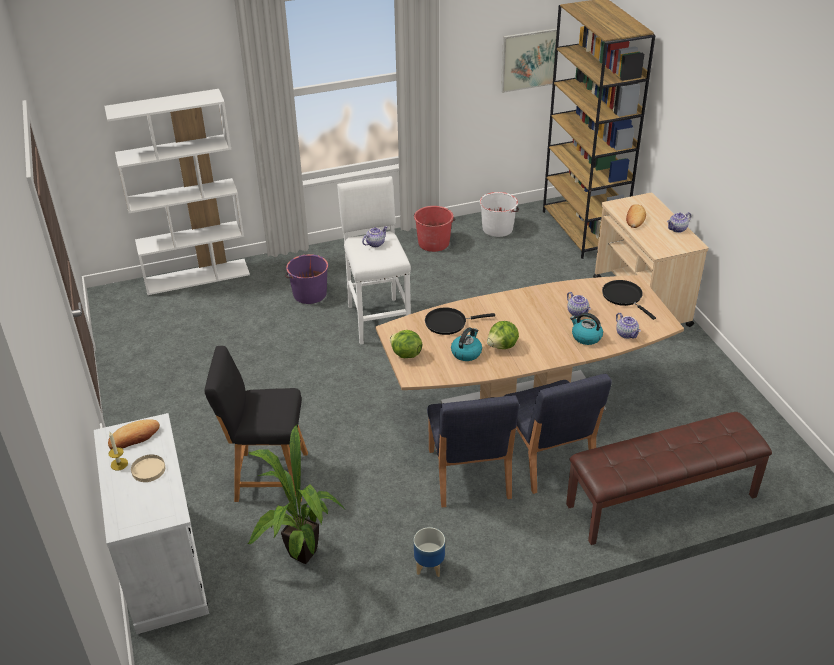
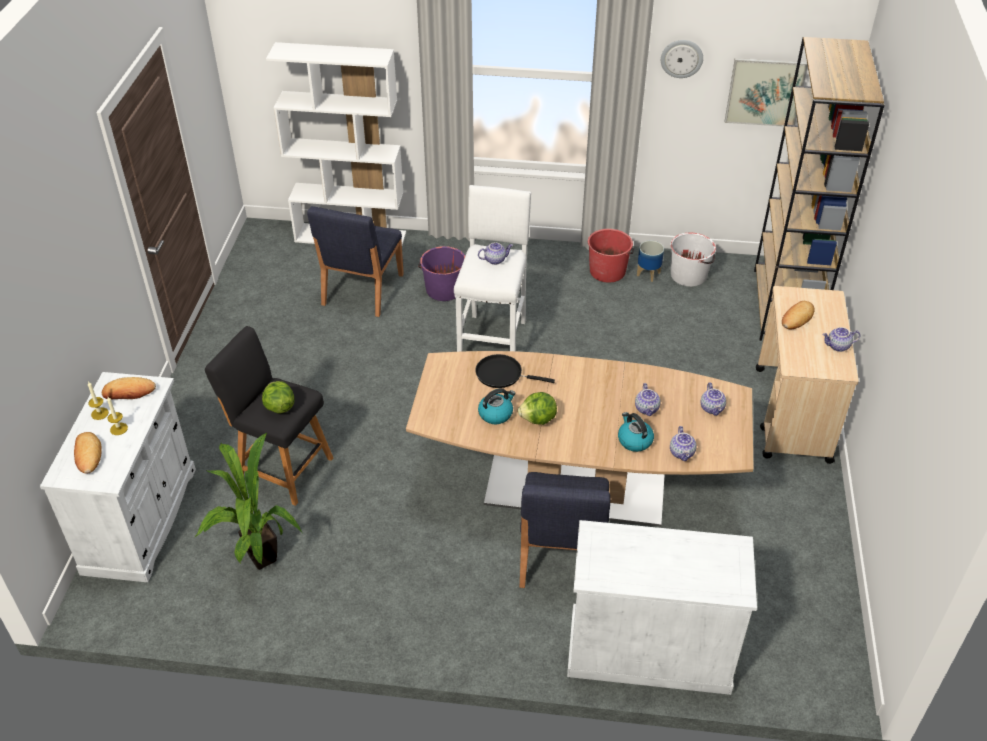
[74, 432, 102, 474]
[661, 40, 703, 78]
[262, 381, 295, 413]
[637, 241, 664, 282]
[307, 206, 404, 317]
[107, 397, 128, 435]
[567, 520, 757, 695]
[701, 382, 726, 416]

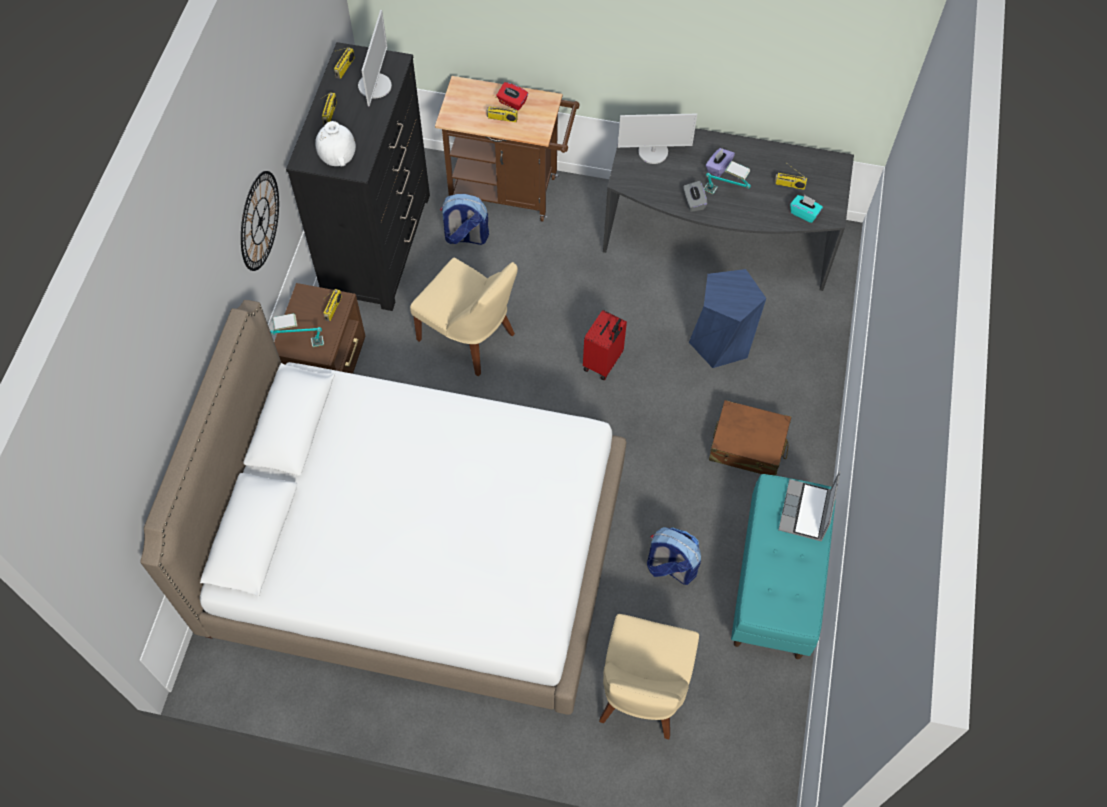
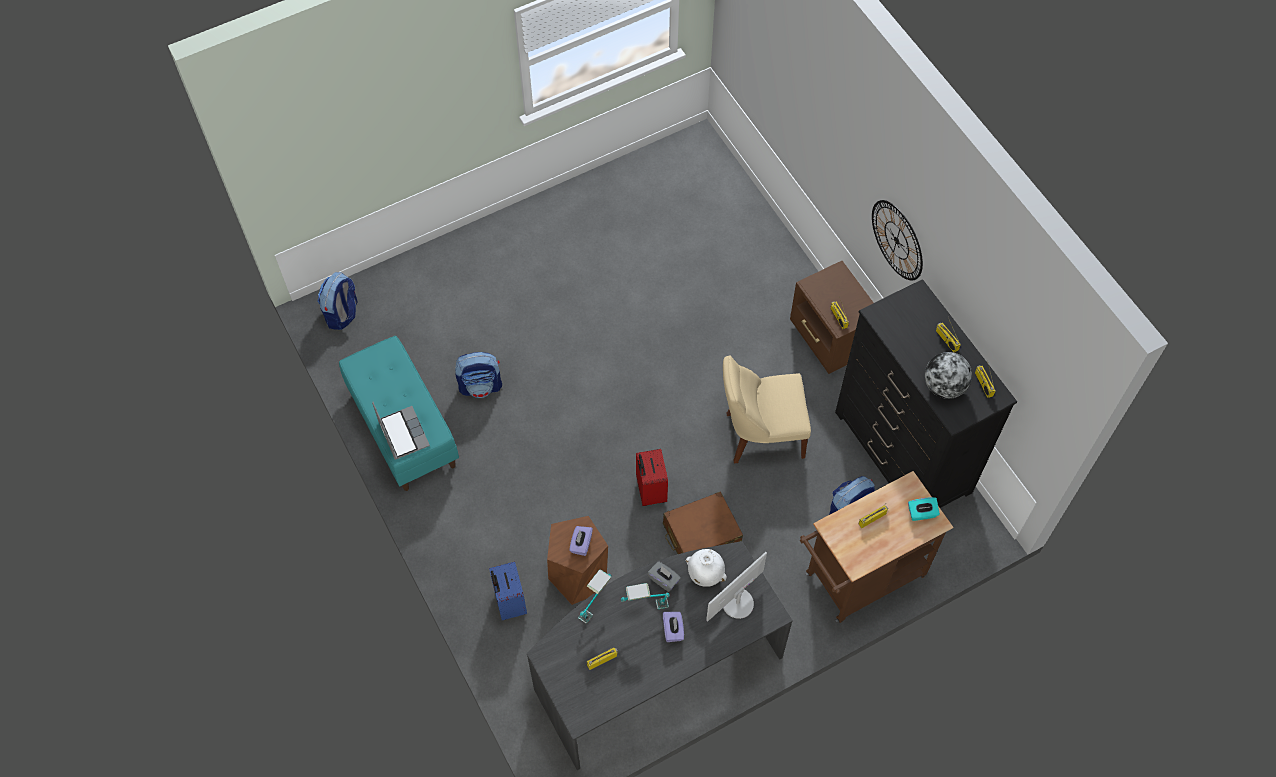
[140, 300, 626, 715] (first image)
[496, 82, 528, 111] (first image)
[599, 614, 699, 739] (first image)
[318, 272, 358, 330]
[489, 561, 527, 620]
[569, 526, 593, 556]
[578, 569, 612, 623]
[686, 549, 727, 587]
[663, 491, 743, 554]
[908, 497, 940, 521]
[925, 352, 972, 399]
[547, 516, 608, 605]

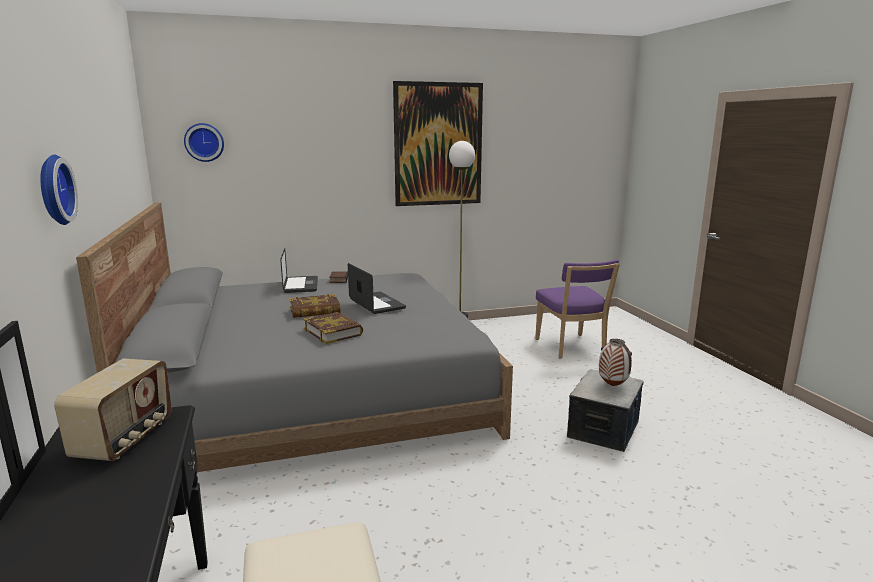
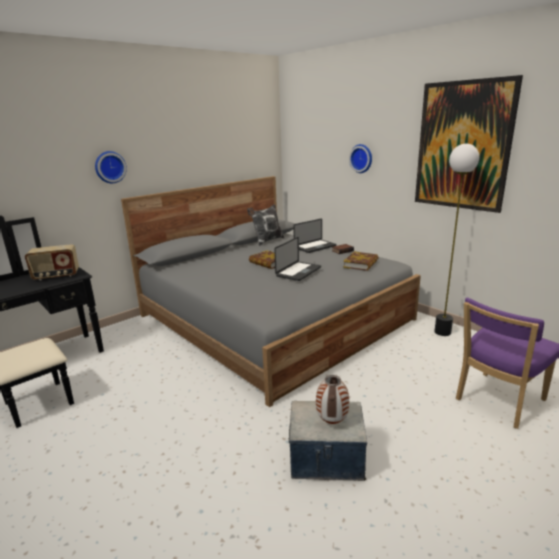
[247, 204, 284, 246]
[349, 144, 372, 173]
[343, 252, 379, 271]

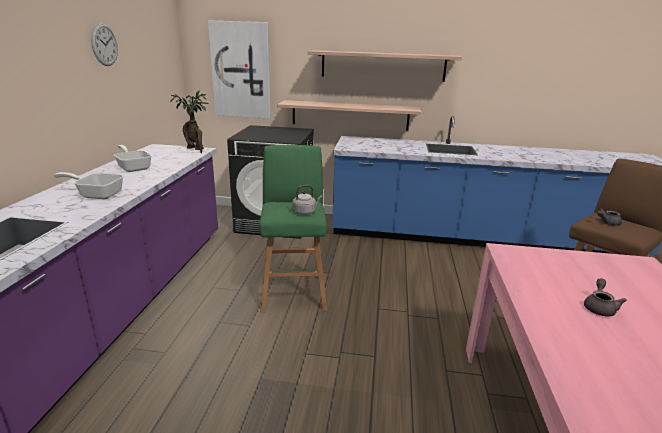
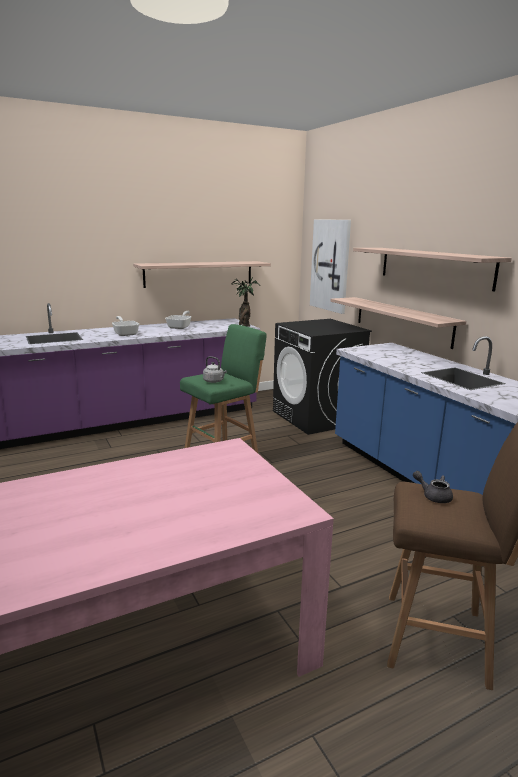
[91, 23, 118, 66] (first image)
[584, 278, 627, 317] (first image)
[133, 261, 271, 288]

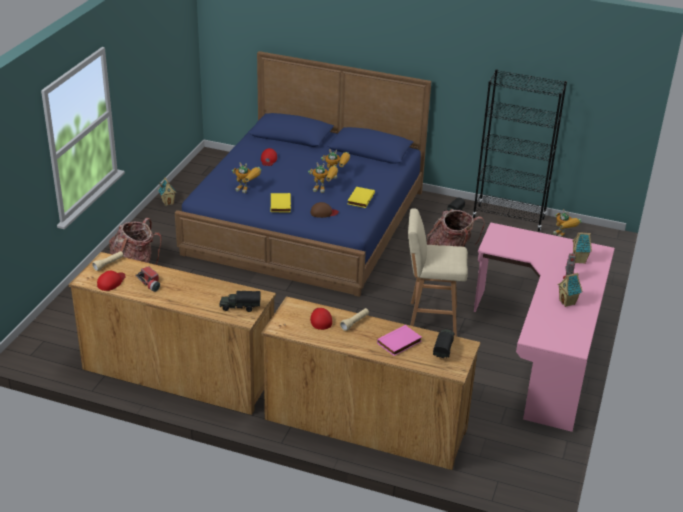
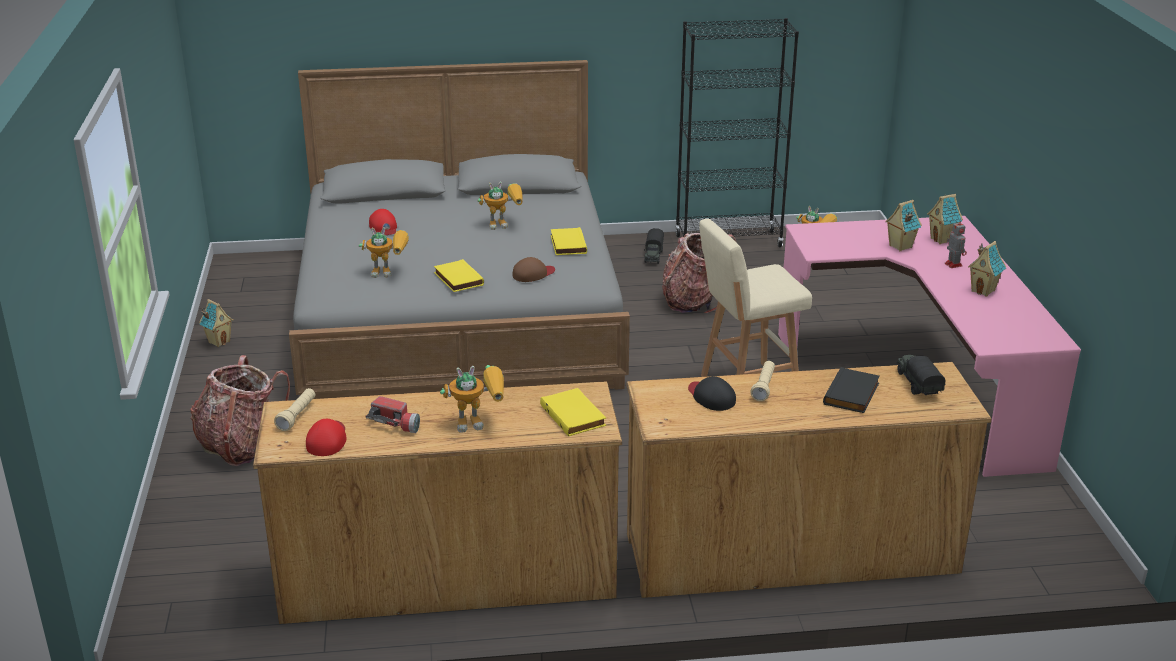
[885, 200, 922, 251]
[440, 365, 504, 432]
[540, 388, 606, 436]
[289, 60, 630, 399]
[688, 376, 736, 411]
[823, 367, 880, 413]

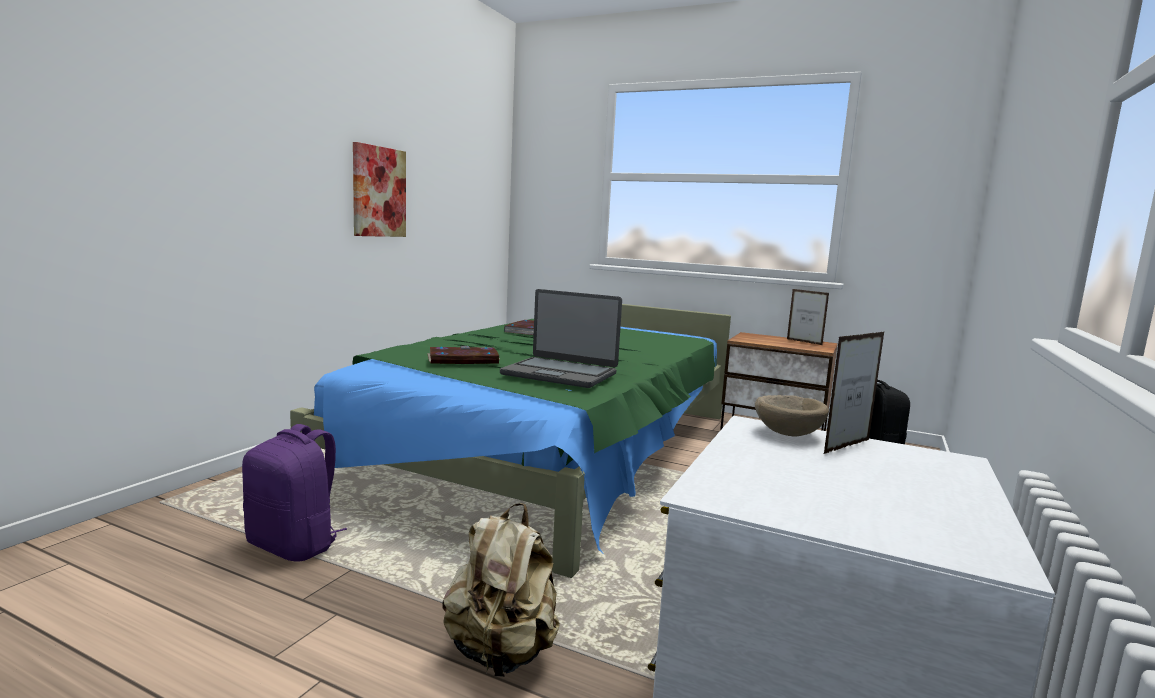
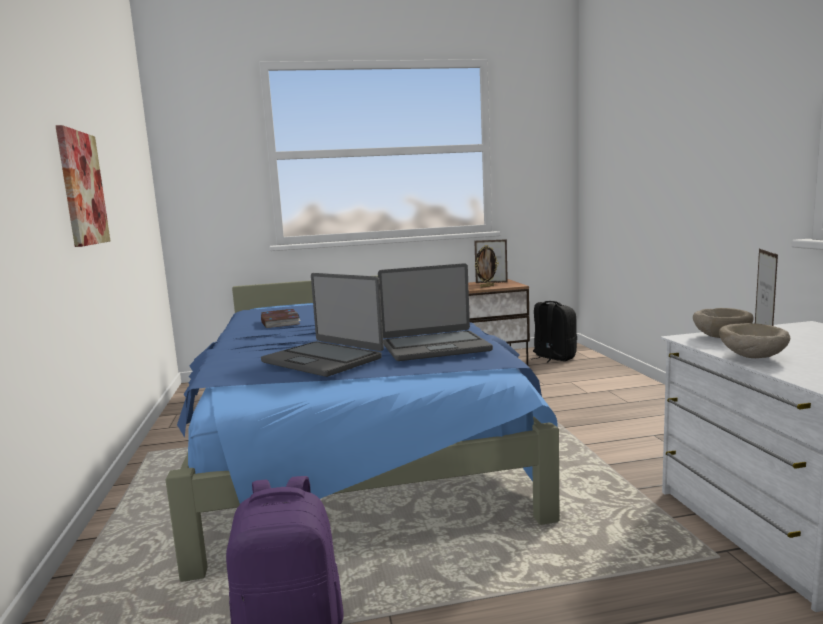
[442, 503, 560, 677] (first image)
[475, 245, 499, 288]
[719, 323, 790, 358]
[261, 273, 384, 377]
[165, 275, 560, 582]

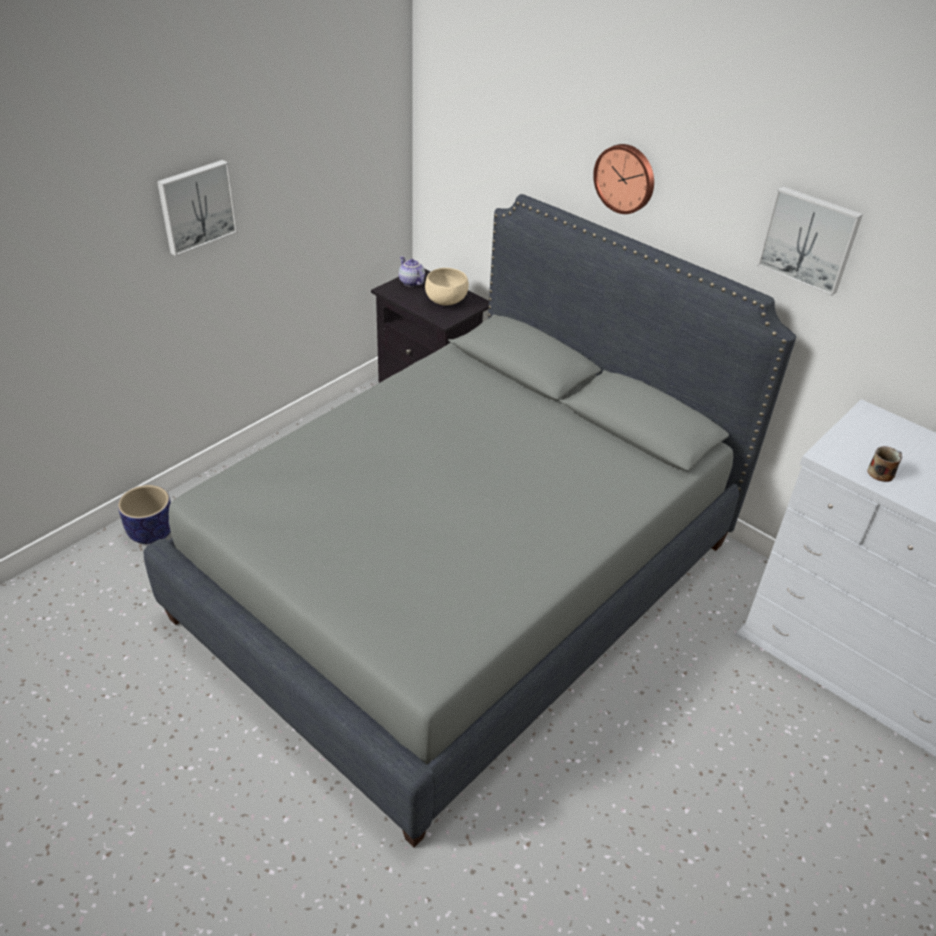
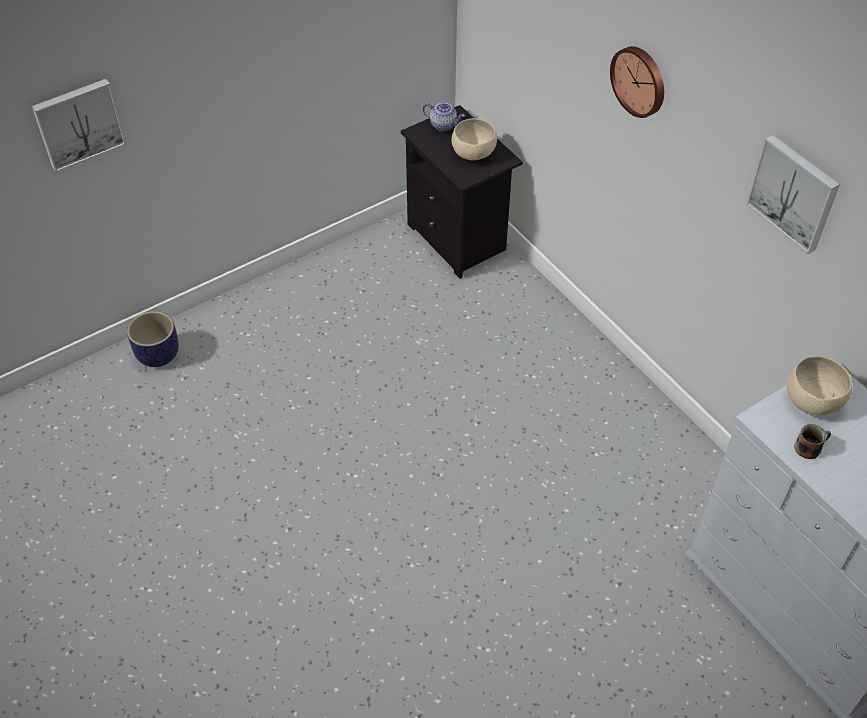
[143, 194, 796, 847] (first image)
[787, 356, 852, 415]
[32, 79, 126, 172]
[423, 103, 465, 131]

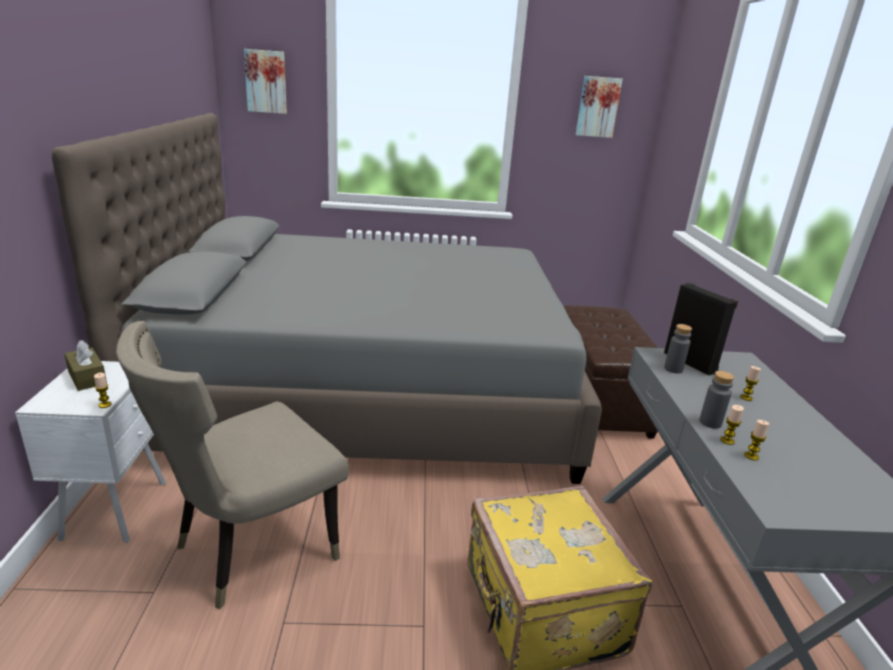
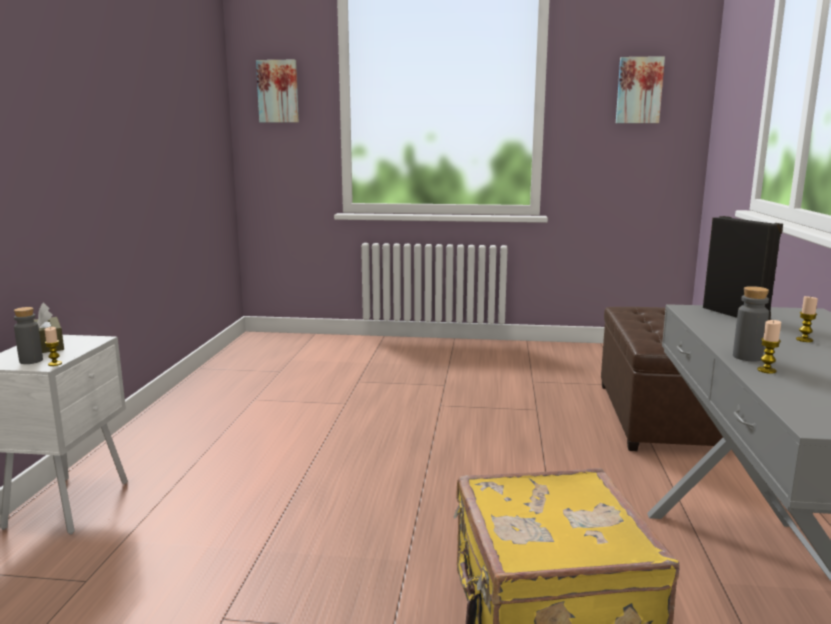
[52, 113, 602, 484] (first image)
[116, 321, 349, 610] (first image)
[744, 420, 769, 460] (first image)
[14, 307, 43, 364]

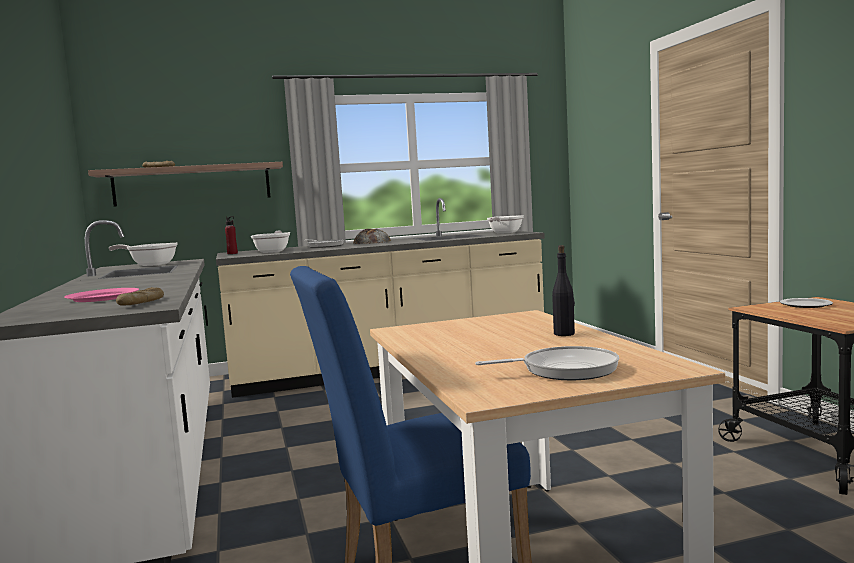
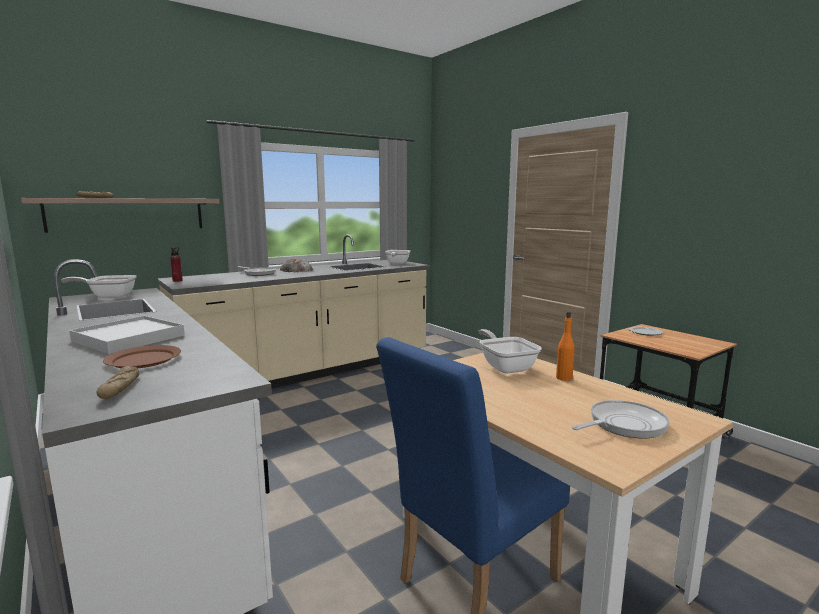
[69, 316, 185, 354]
[97, 366, 140, 399]
[479, 329, 542, 374]
[103, 345, 181, 368]
[556, 312, 575, 381]

